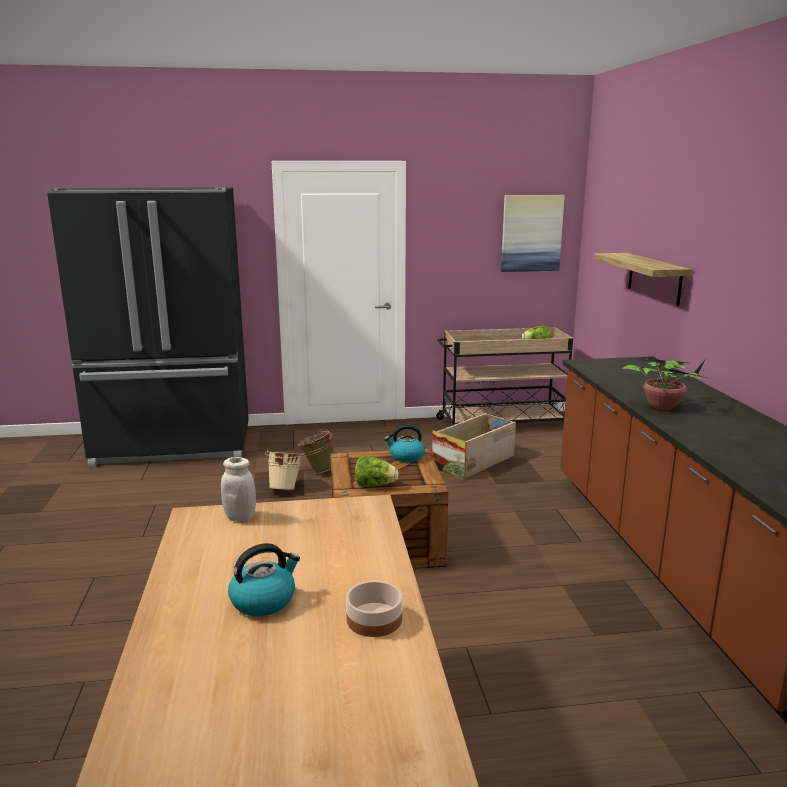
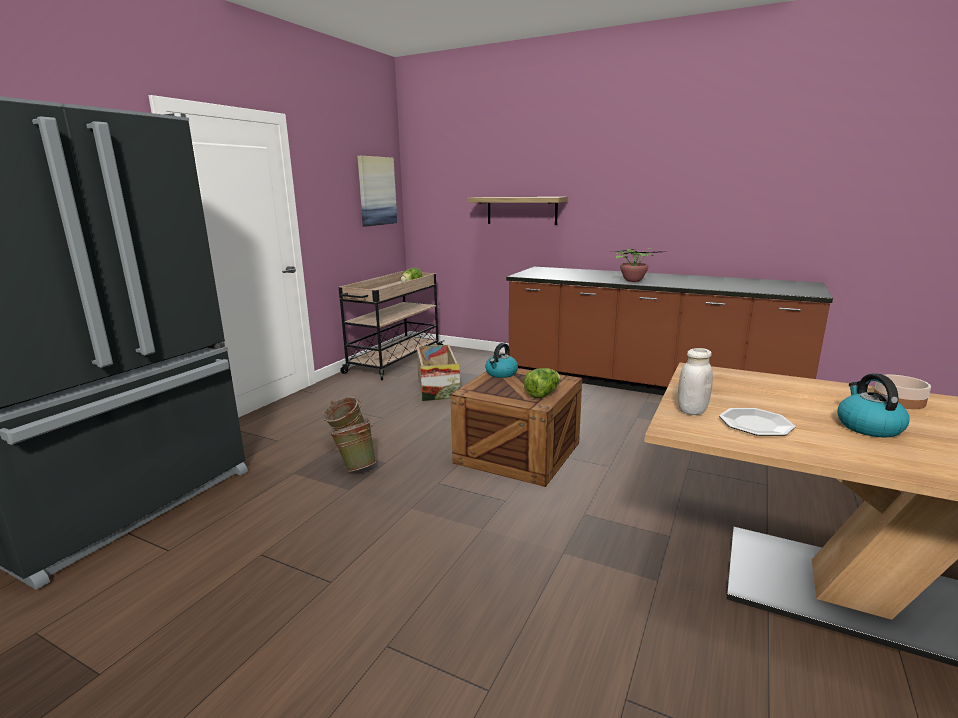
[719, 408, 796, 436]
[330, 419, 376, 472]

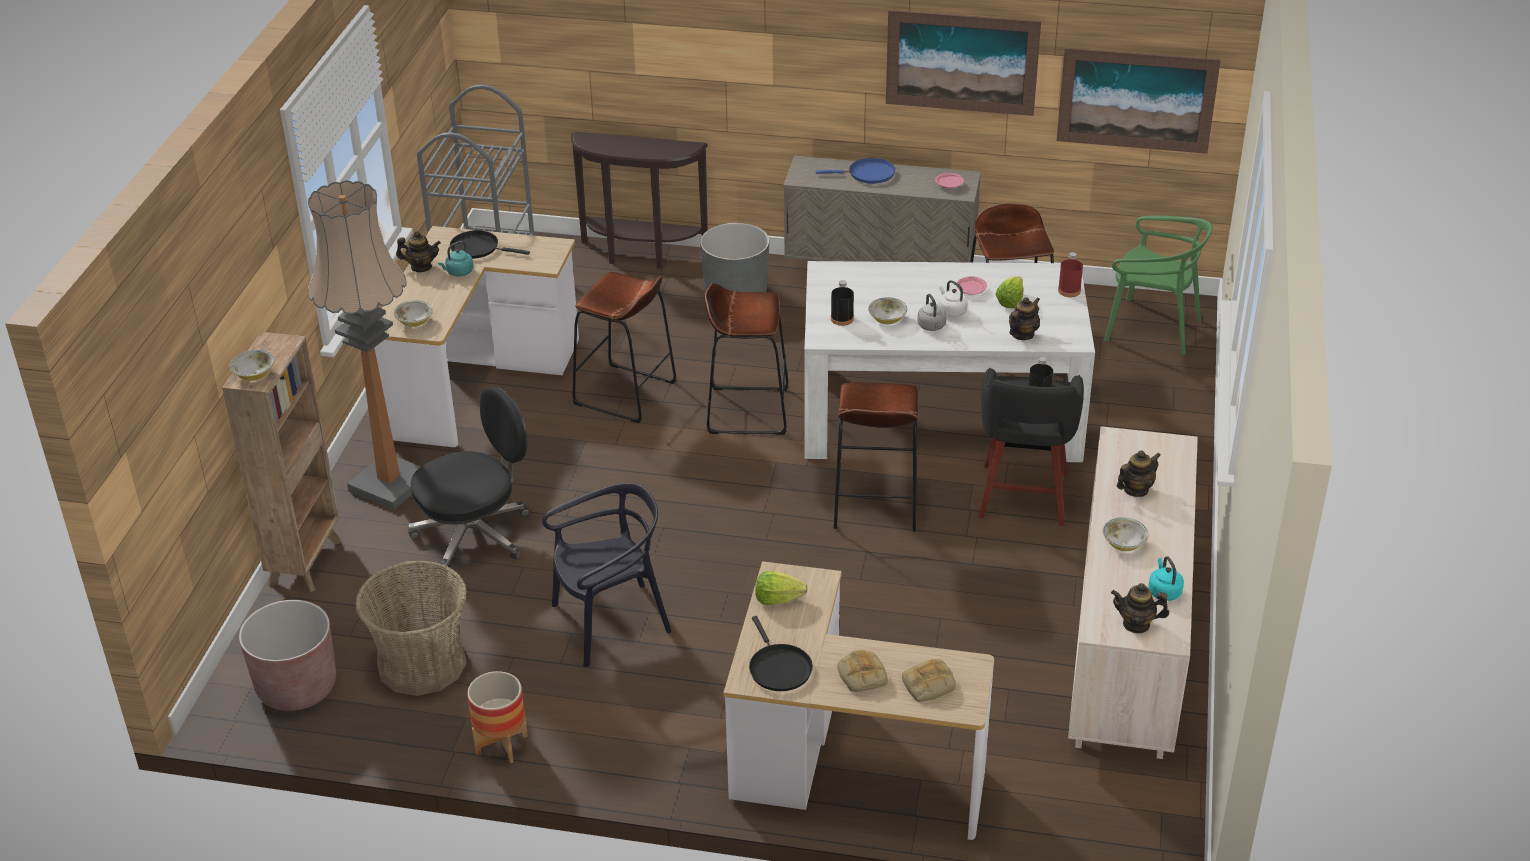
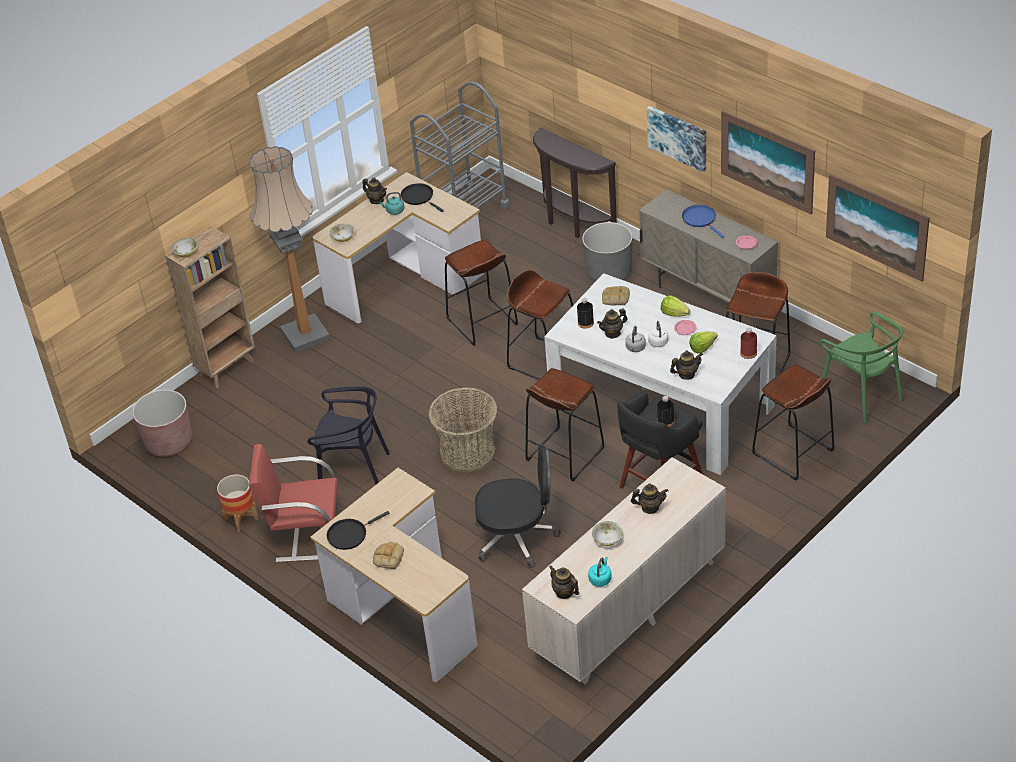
[249, 444, 338, 562]
[647, 106, 706, 173]
[752, 364, 834, 481]
[428, 388, 498, 473]
[475, 447, 561, 568]
[661, 295, 691, 317]
[602, 286, 630, 305]
[597, 308, 627, 339]
[327, 511, 390, 550]
[682, 205, 724, 238]

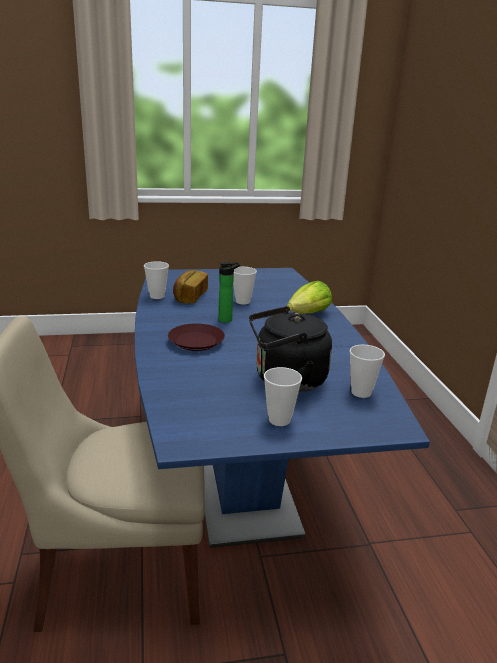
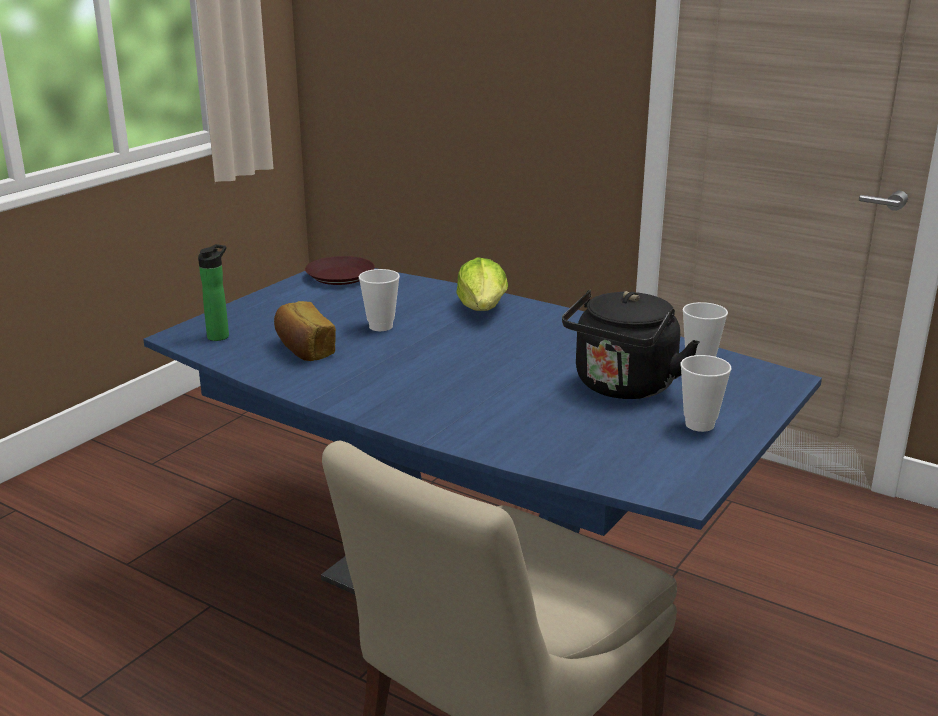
[144, 261, 169, 299] (first image)
[305, 256, 375, 285]
[198, 244, 229, 341]

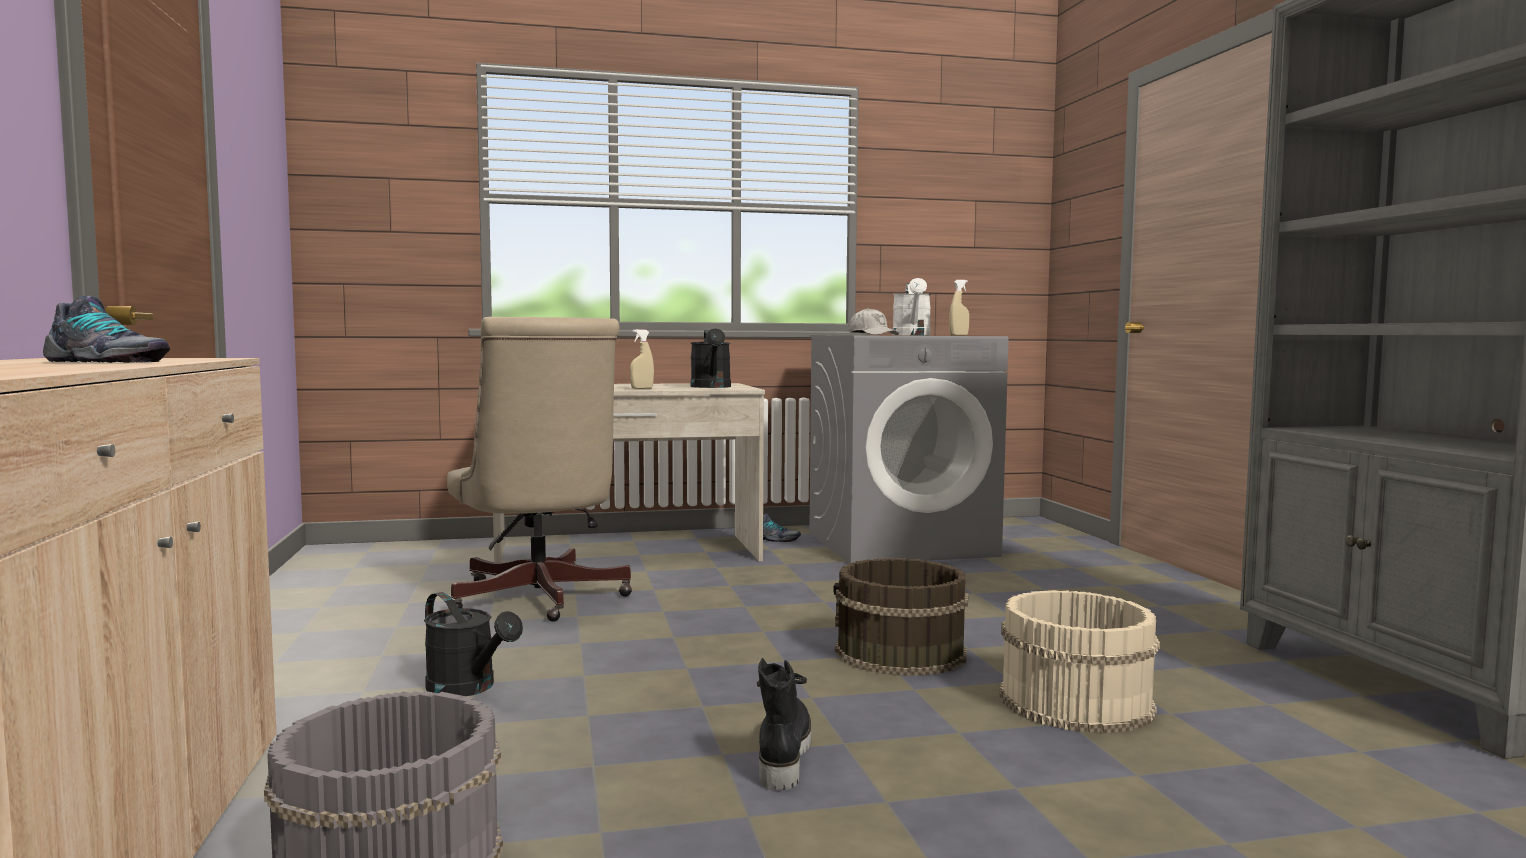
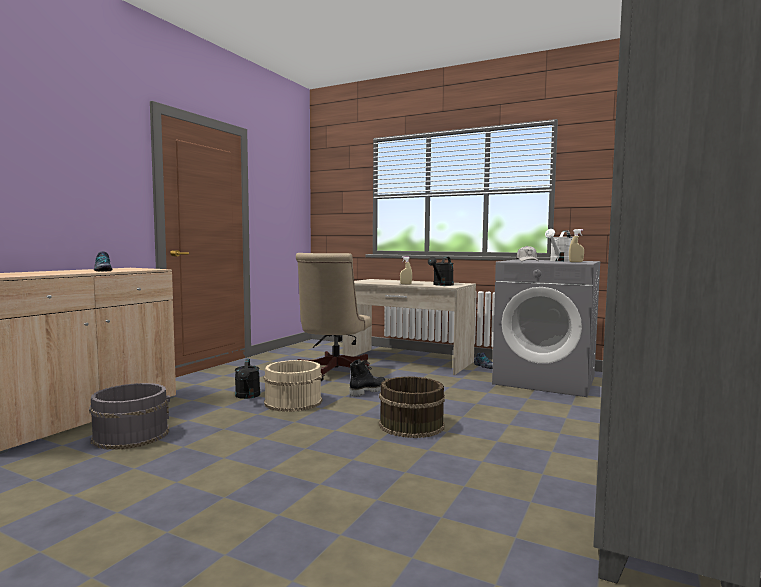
[349, 359, 385, 397]
[264, 360, 322, 412]

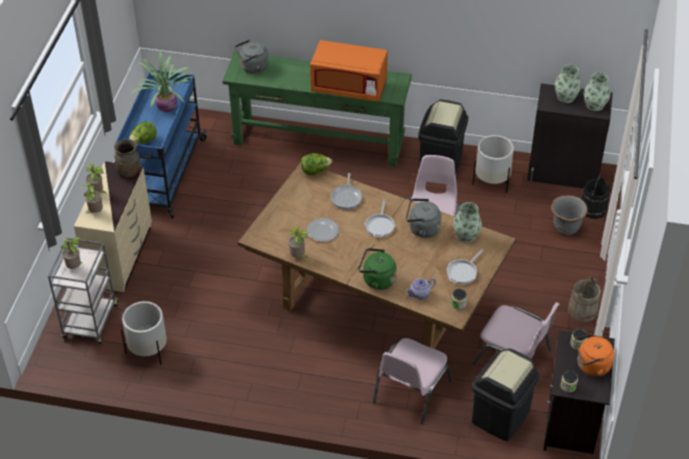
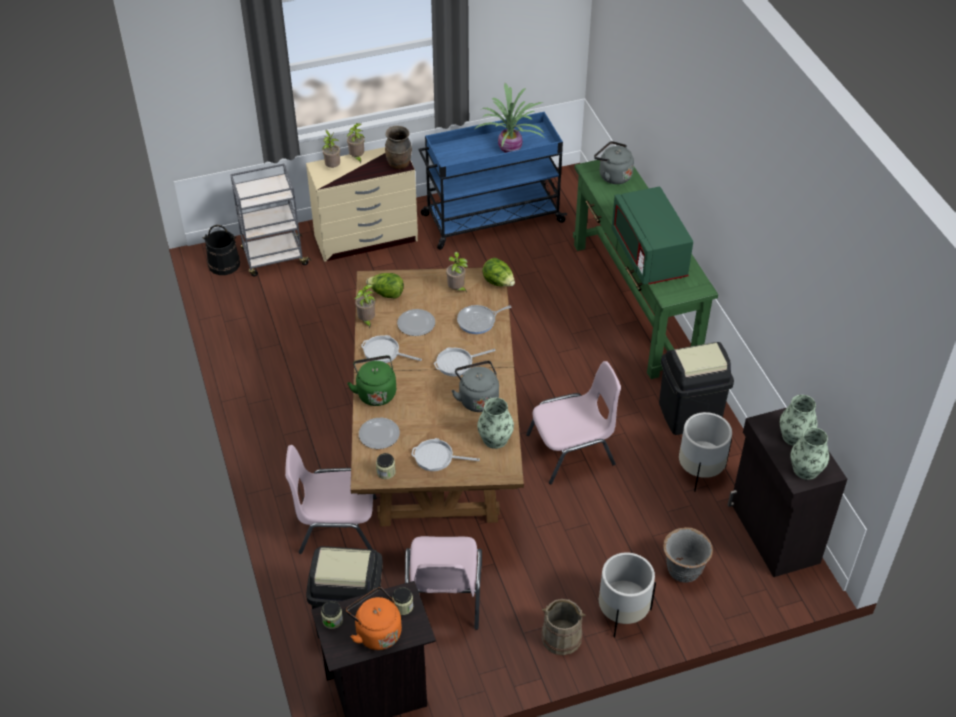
[361, 335, 422, 363]
[446, 252, 468, 292]
[599, 552, 656, 637]
[366, 273, 404, 299]
[202, 225, 240, 275]
[359, 418, 400, 449]
[612, 187, 693, 284]

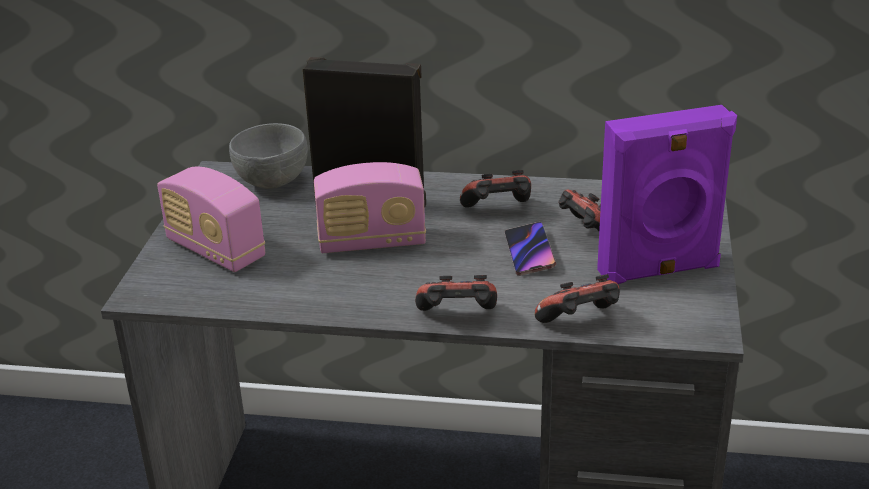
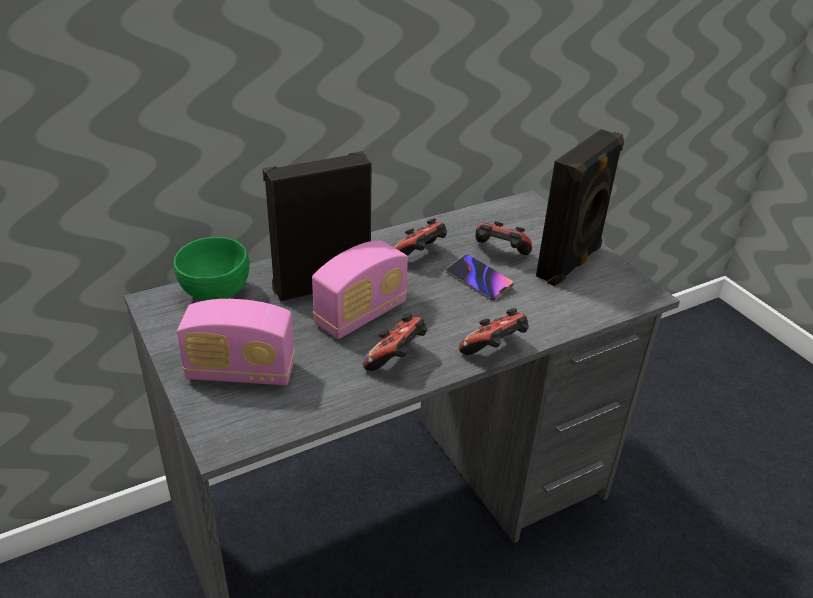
[362, 313, 427, 371]
[174, 237, 249, 301]
[536, 129, 624, 286]

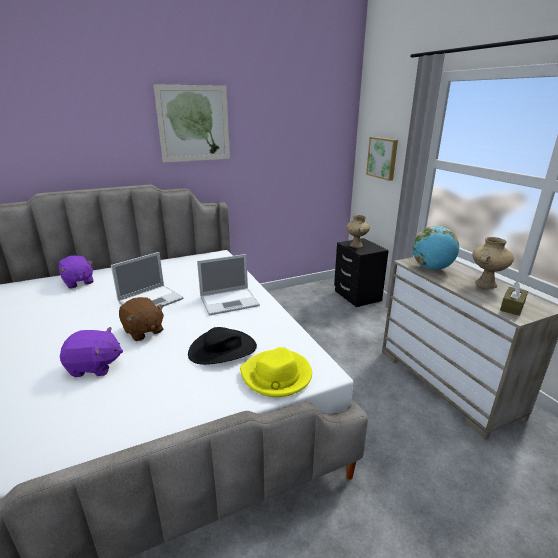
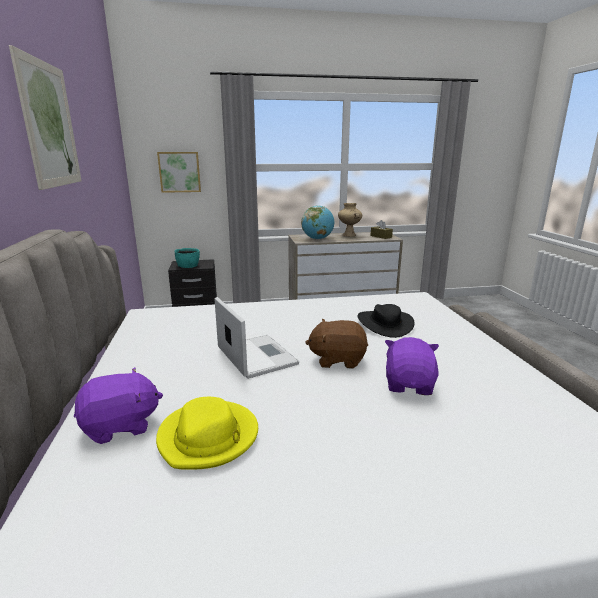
[197, 254, 260, 316] (first image)
[156, 397, 258, 470]
[174, 248, 200, 268]
[305, 319, 368, 369]

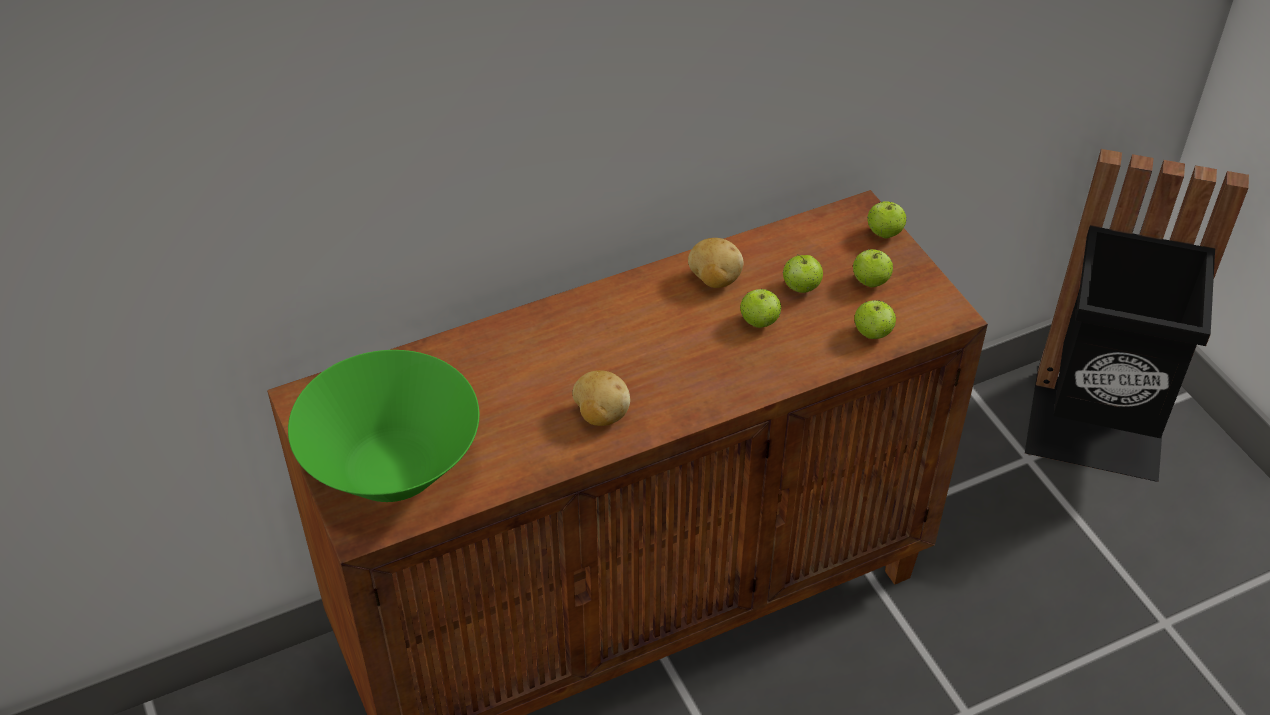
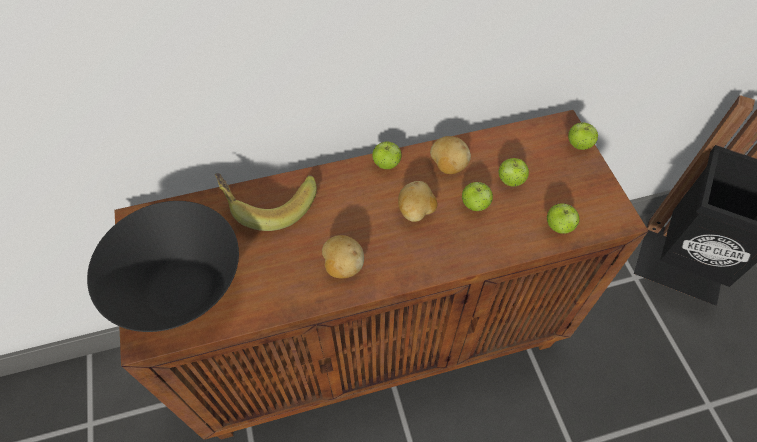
[215, 173, 317, 231]
[398, 181, 437, 222]
[372, 141, 402, 169]
[87, 201, 239, 332]

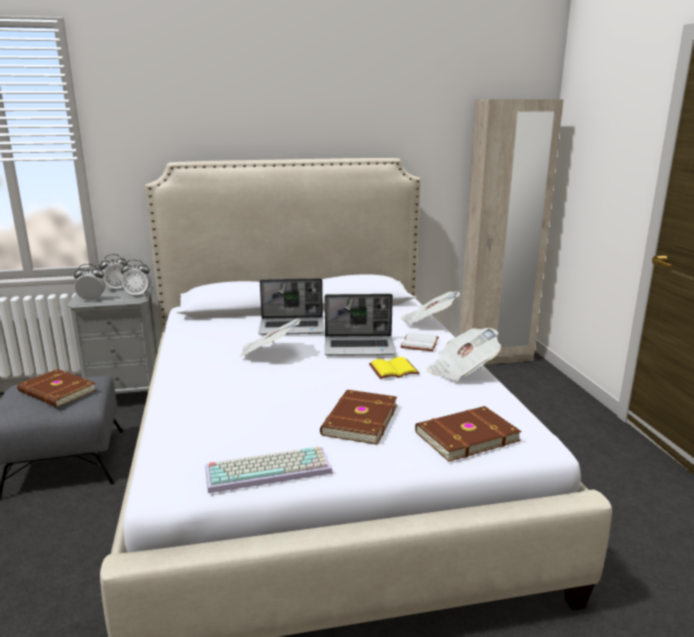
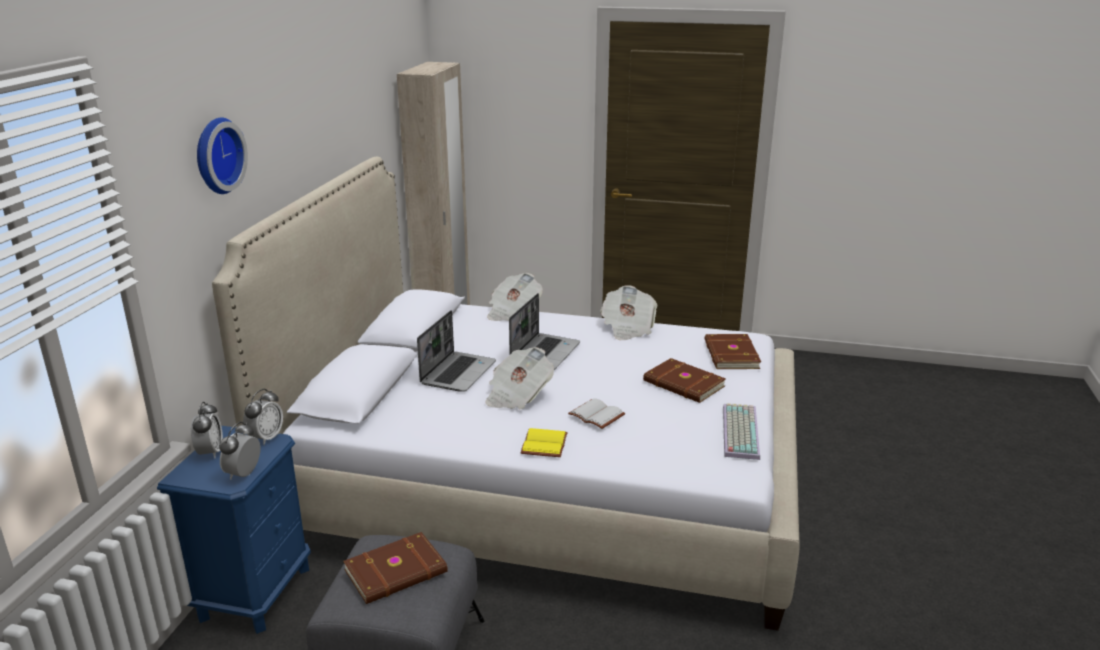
[197, 117, 248, 194]
[521, 428, 568, 457]
[568, 398, 625, 429]
[157, 426, 311, 634]

